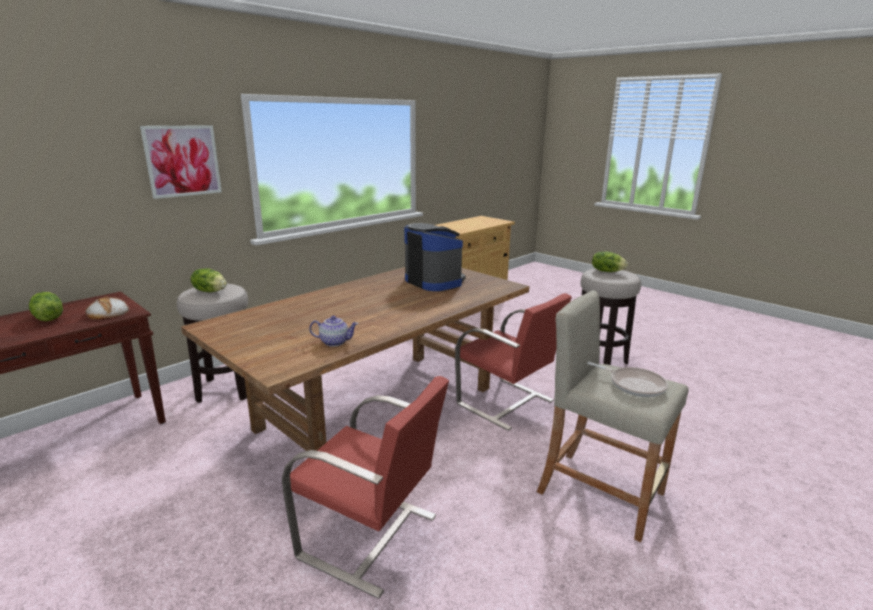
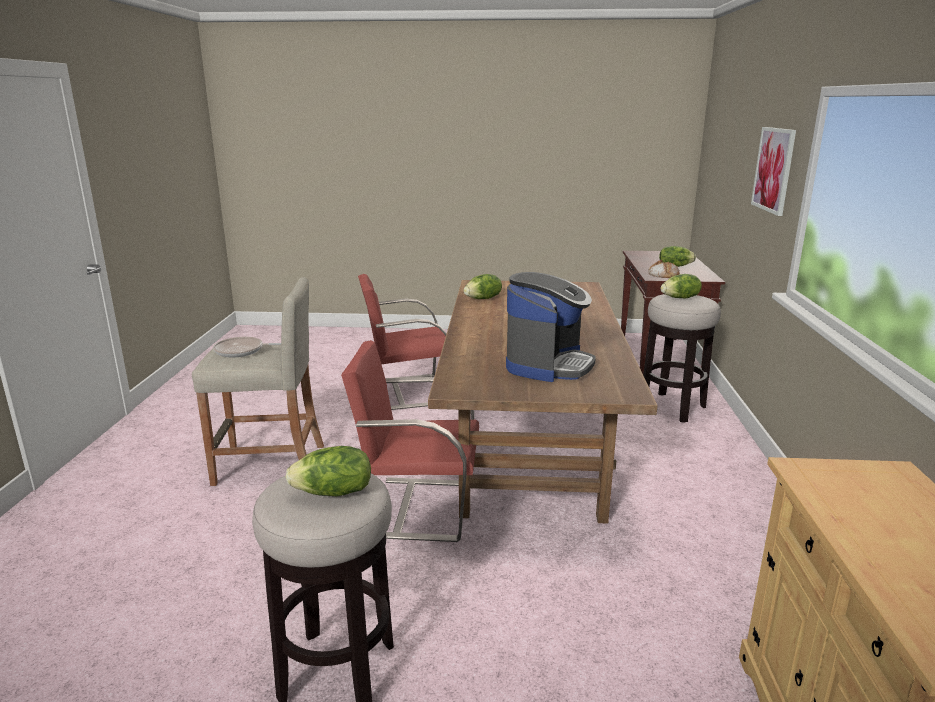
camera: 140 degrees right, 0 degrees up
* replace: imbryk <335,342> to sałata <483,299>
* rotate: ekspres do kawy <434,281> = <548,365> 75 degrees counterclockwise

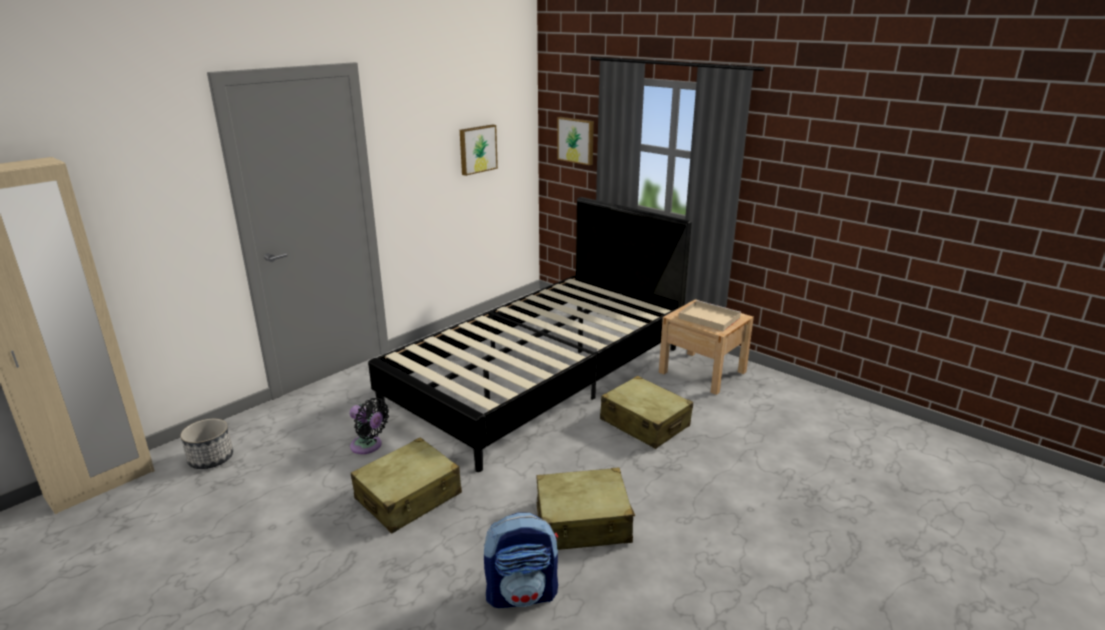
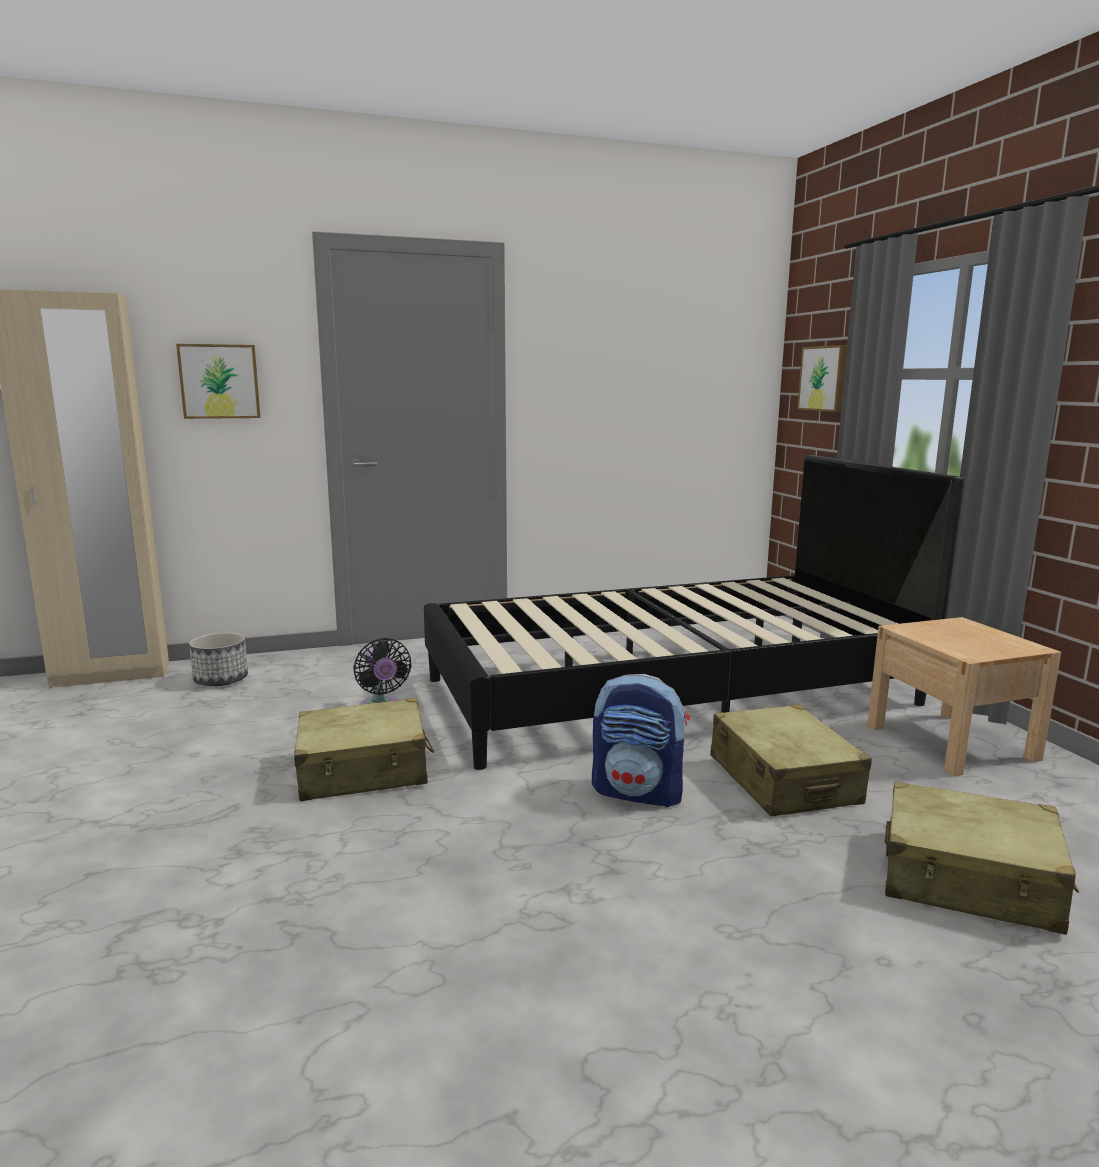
camera: 30 degrees right, 10 degrees down
* delete: taca/beżowy <708,318>
* move: obraz <477,149> to <219,381>
* move: plecak <522,593> to <639,792>
* move: walizka/beżowy <583,522> to <969,880>

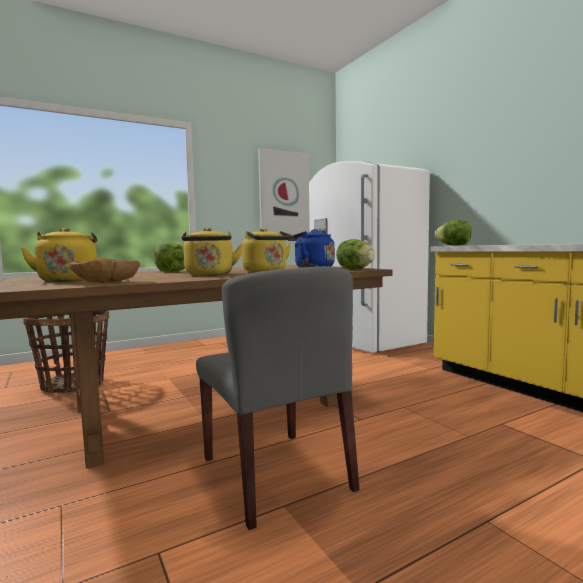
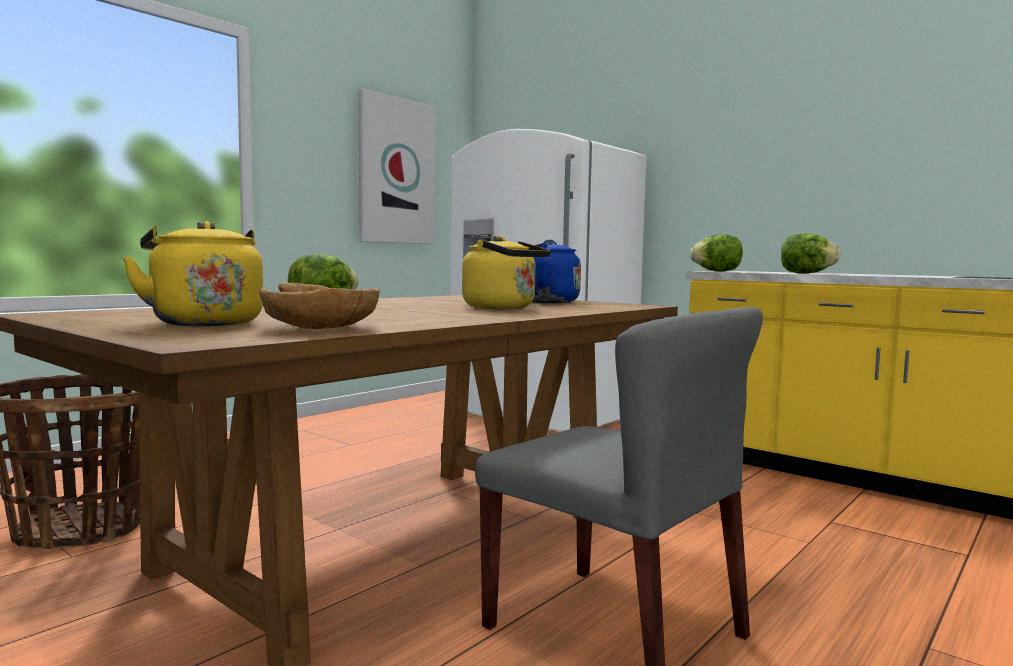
camera: 20 degrees left, 0 degrees up
* delete: czajnik/żółty <210,275>
* move: sałata <355,269> to <806,273>

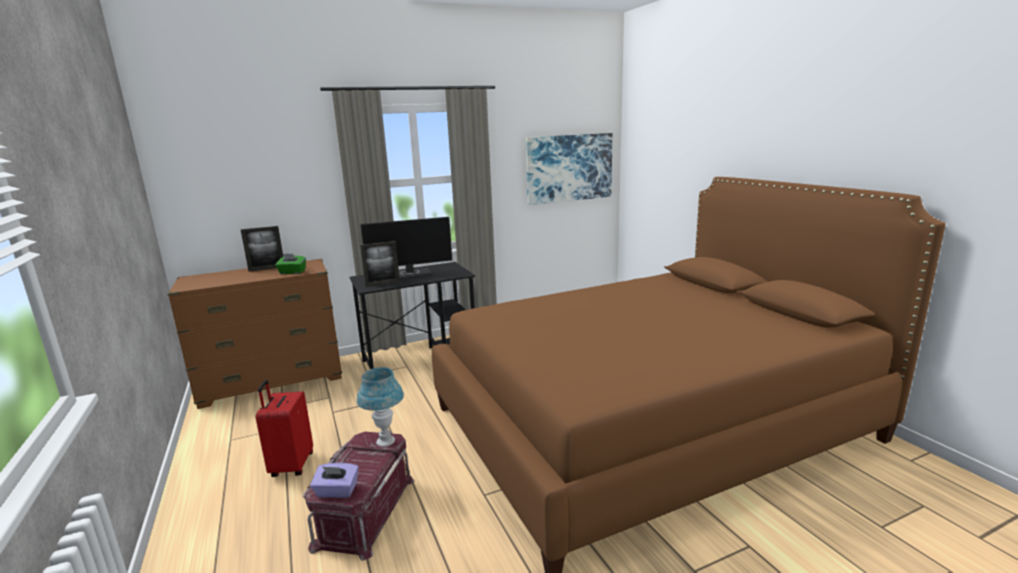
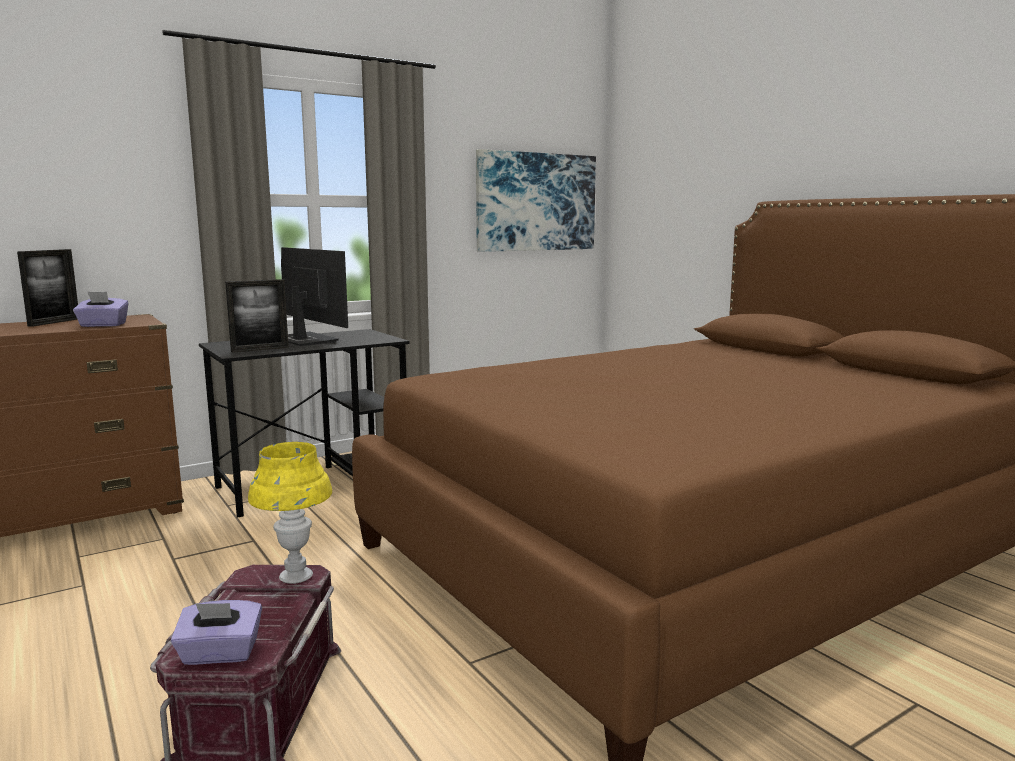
camera: 10 degrees left, 5 degrees down
* delete: walizka/czerwony <291,466>
* recolor: pudełko chusteczek/zielony <292,272> to pudełko chusteczek/fioletowy <103,325>
* recolor: lampa stołowa/niebieski <386,441> to lampa stołowa/żółty <296,576>
* rotate: ramka na zdjęcie <267,269> = <54,322> 45 degrees counterclockwise
* rotate: monitor <411,274> = <304,340> 105 degrees counterclockwise

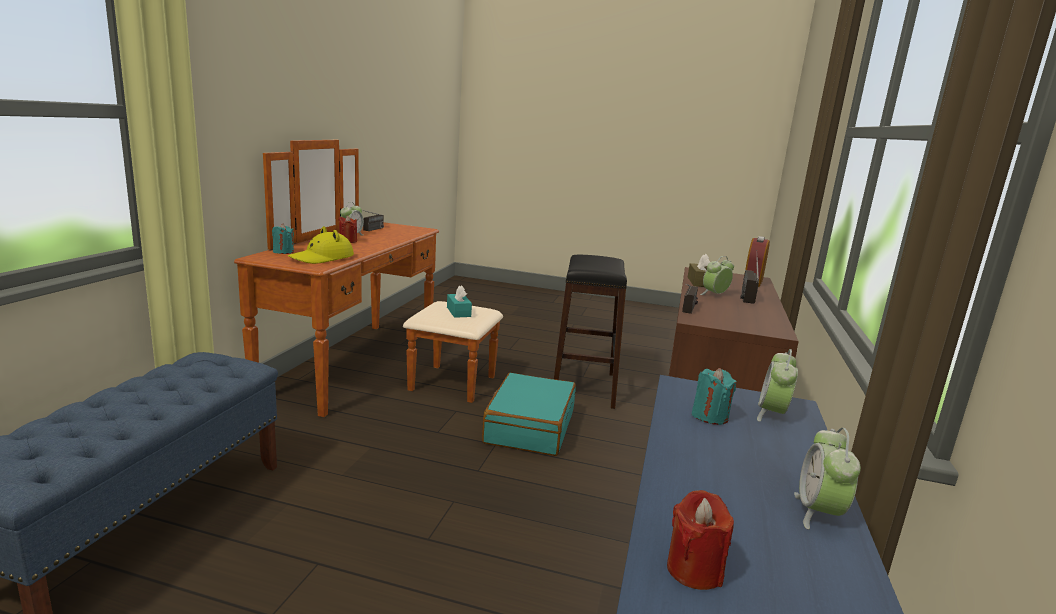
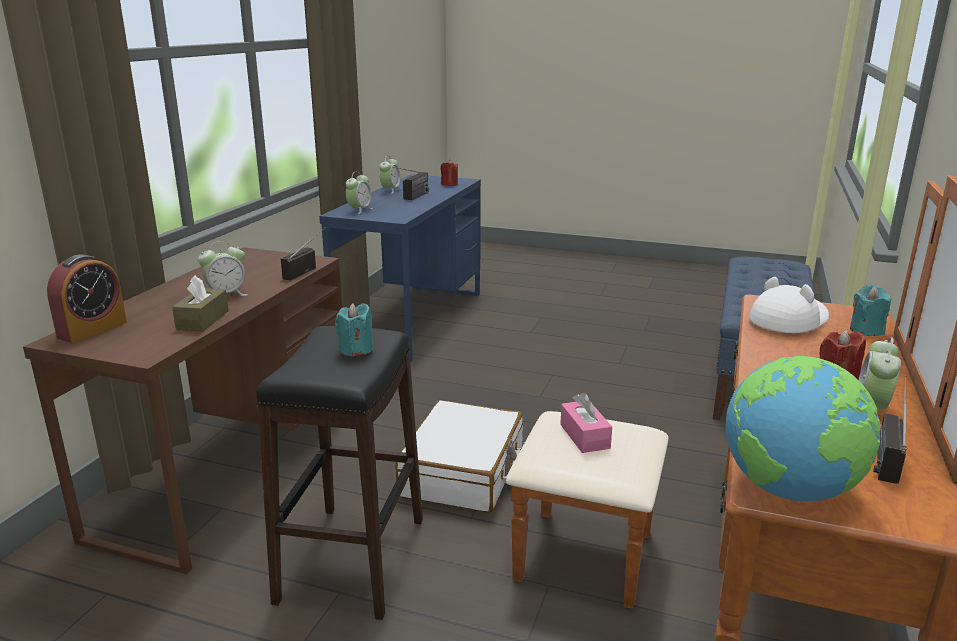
camera: 175 degrees left, 5 degrees up
* insert: globus <790,490>
* move: świeca/turkusowy <710,416> to <356,349>
* move: radio <745,294> to <412,198>
* recolor: kapelusz/żółty <322,258> to kapelusz/biały <789,320>
* recolor: pudełko chusteczek/turkusowy <458,312> to pudełko chusteczek/różowy <584,436>
* recolor: walizka/turkusowy <529,427> to walizka/biały <464,472>

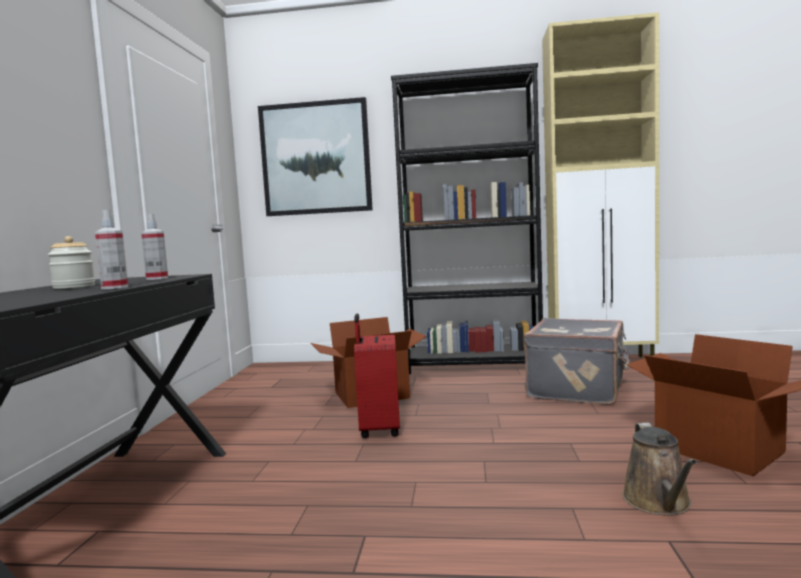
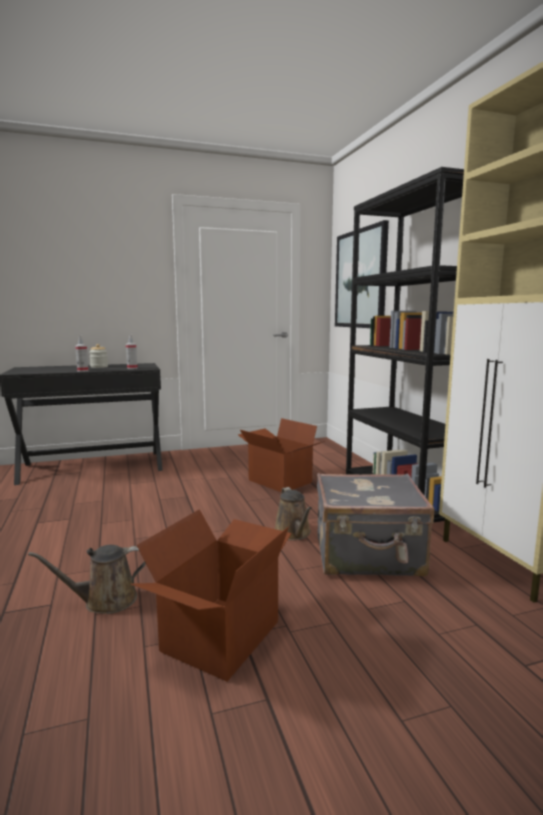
camera: 65 degrees right, 5 degrees up
* delete: walizka/czerwony <378,430>
* insert: konewka/brązowy <293,533>

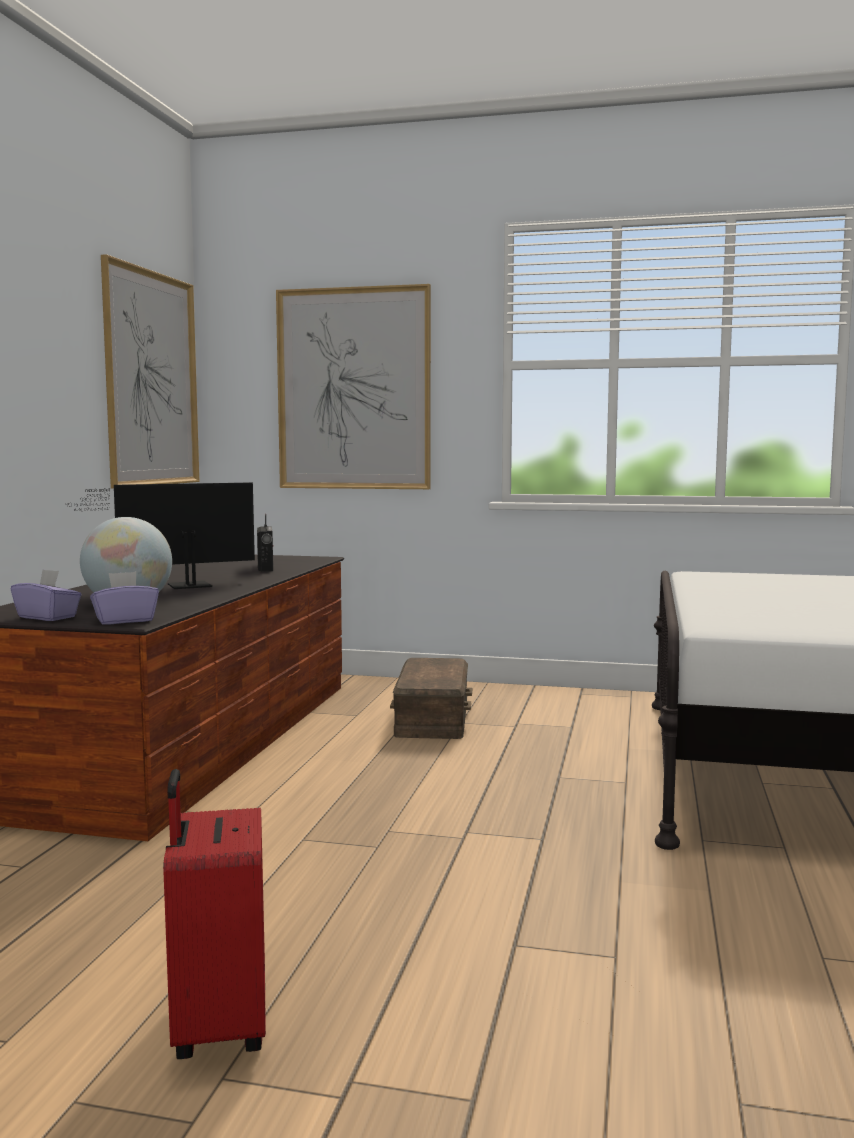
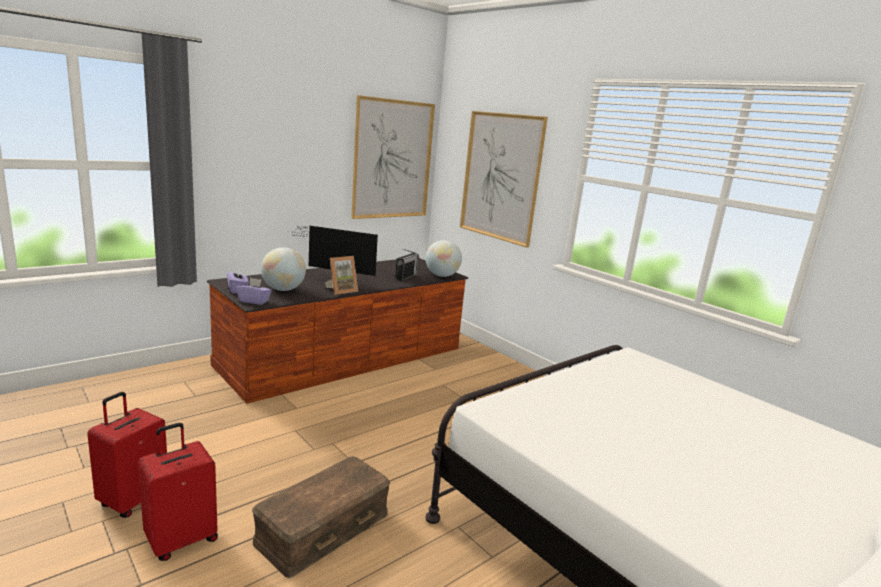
camera: 35 degrees right, 10 degrees up
* insert: walizka/czerwony <181,539>
* insert: ramka na zdjęcie <341,290>
* insert: globus <442,276>
* move: pojemnik do przechowywania/brązowy <431,717> to <322,527>

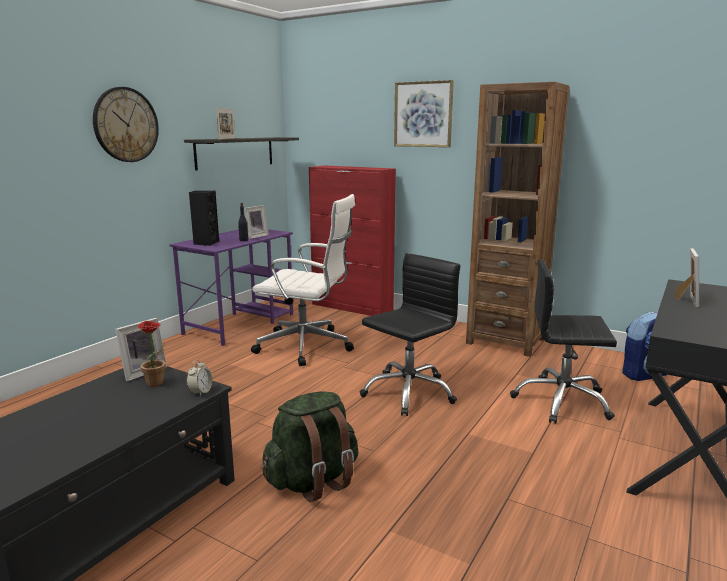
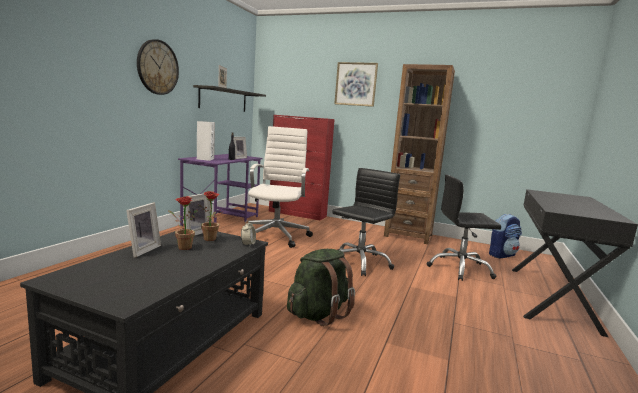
camera: 10 degrees left, 5 degrees down
* insert: roślina doniczkowa <182,247>
* move: ramka na zdjęcie <685,300> to <141,250>
* recolor: głośnik/czarny <206,243> to głośnik/biały <205,159>
* rotate: krzesło biurowe/biały <307,346> = <276,235> 90 degrees counterclockwise

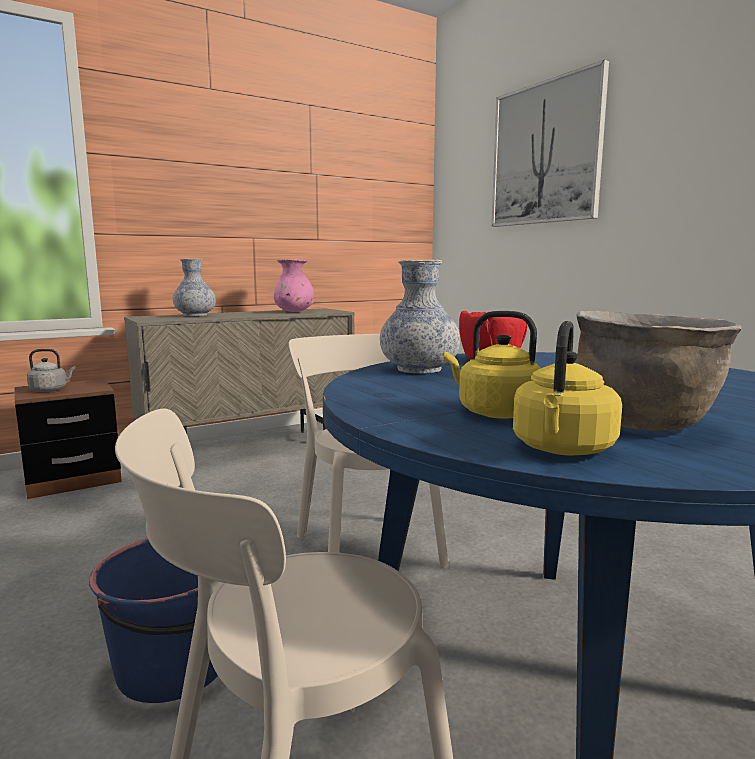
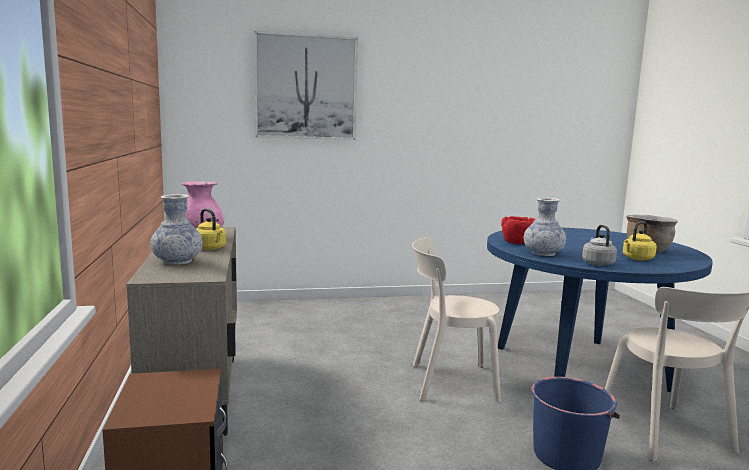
camera: 70 degrees left, 0 degrees up
* move: czajnik/szary <50,390> to <597,263>
* move: czajnik/żółty <562,450> to <211,248>

